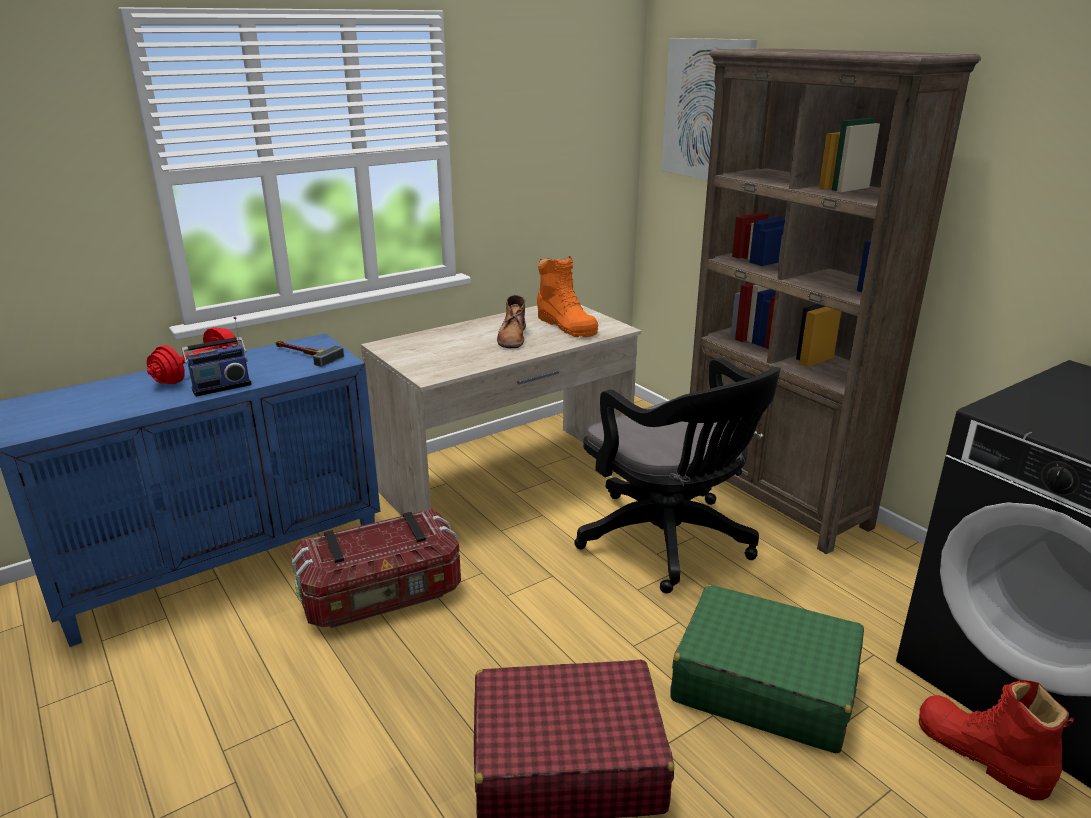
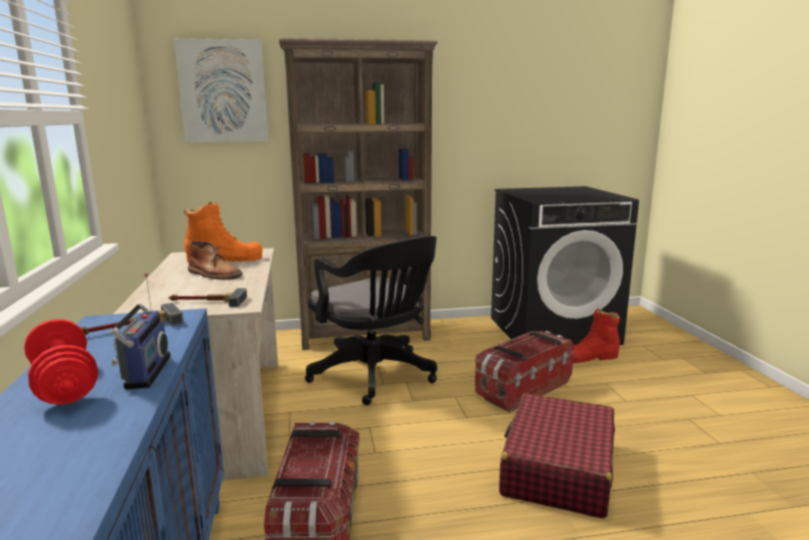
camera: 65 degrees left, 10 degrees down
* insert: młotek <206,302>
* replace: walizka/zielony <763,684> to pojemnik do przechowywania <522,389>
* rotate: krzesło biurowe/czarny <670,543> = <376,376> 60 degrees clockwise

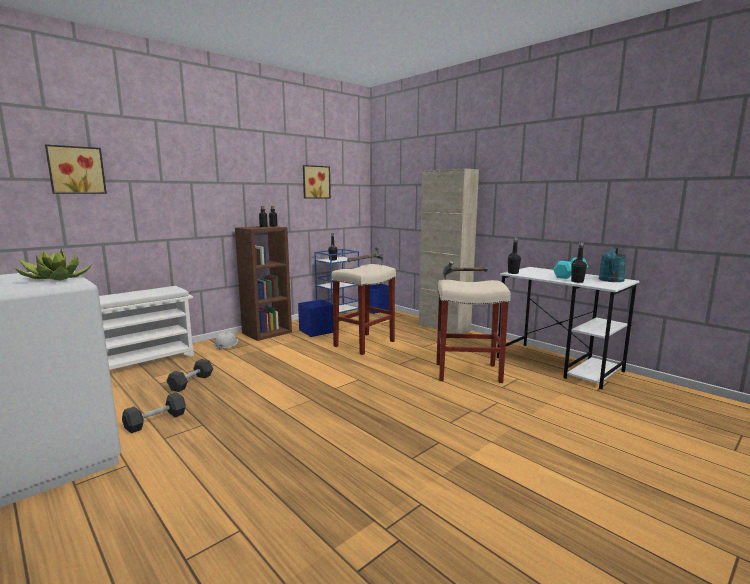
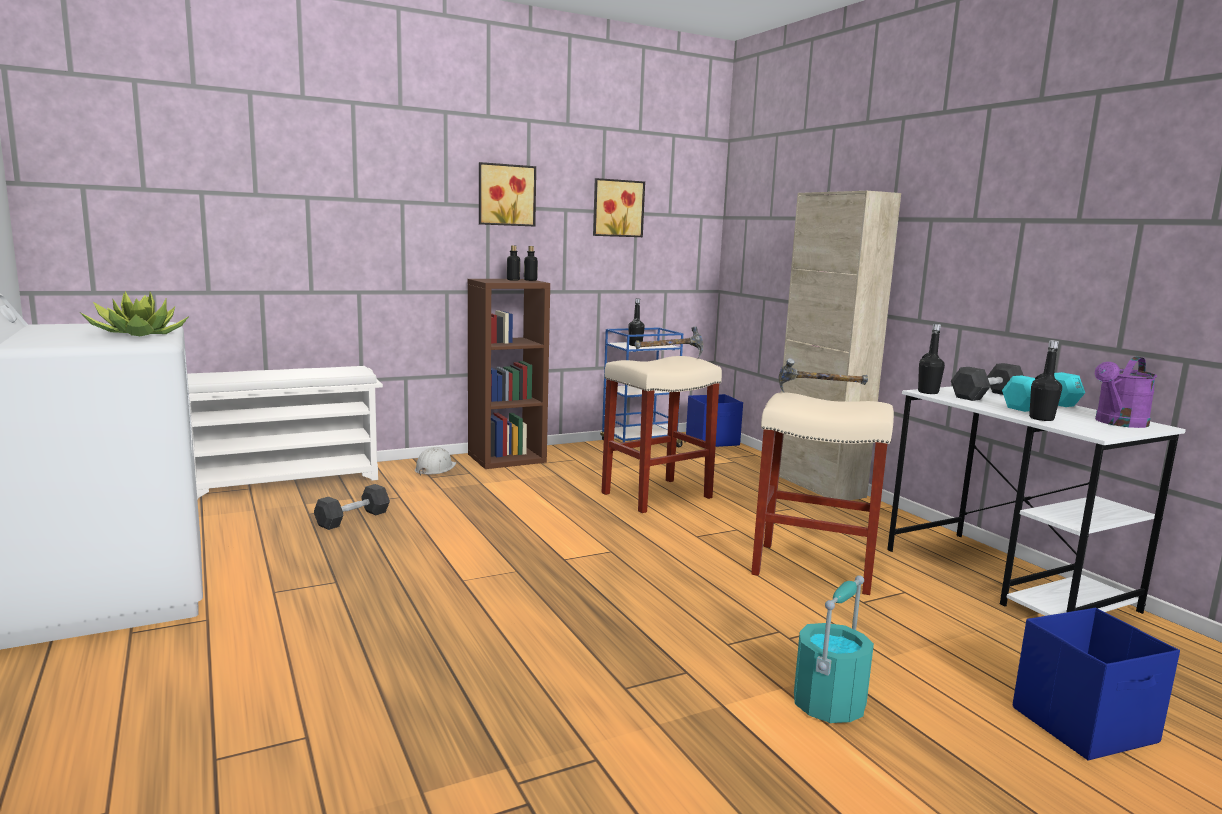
camera: 15 degrees right, 0 degrees up
* insert: wiadro/turkusowy <828,705>
* move: obraz <76,170> to <506,195>
* move: hantel/czarny <156,421> to <986,396>
* move: pojemnik do przechowywania/niebieski <317,331> to <1085,725>
* recolor: konewka/turkusowy <610,280> to konewka/fioletowy <1118,423>

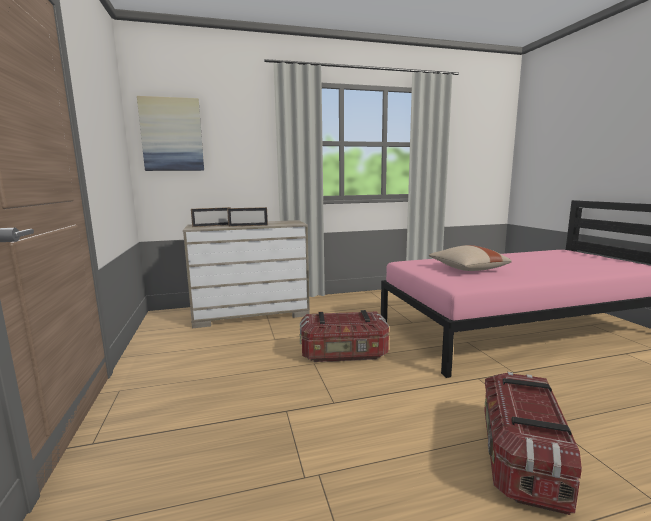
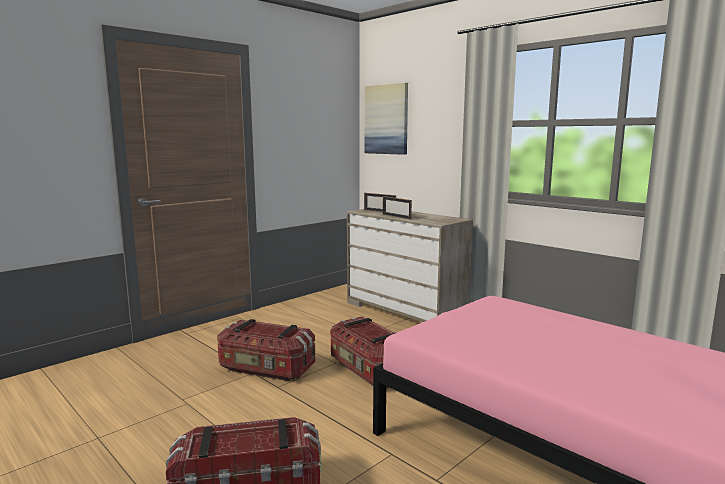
camera: 60 degrees right, 0 degrees up
* delete: poduszka/beżowy <467,269>
* insert: pojemnik do przechowywania <266,369>

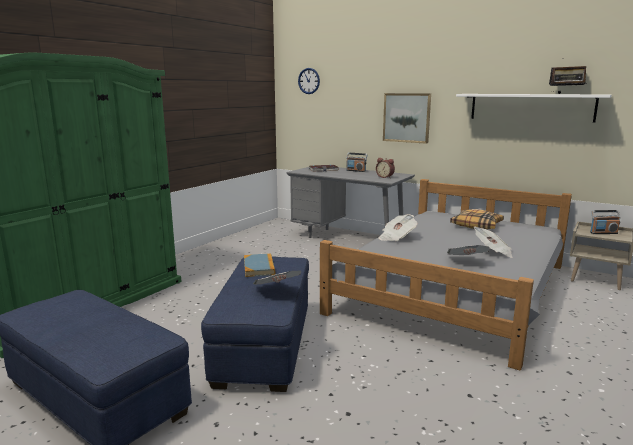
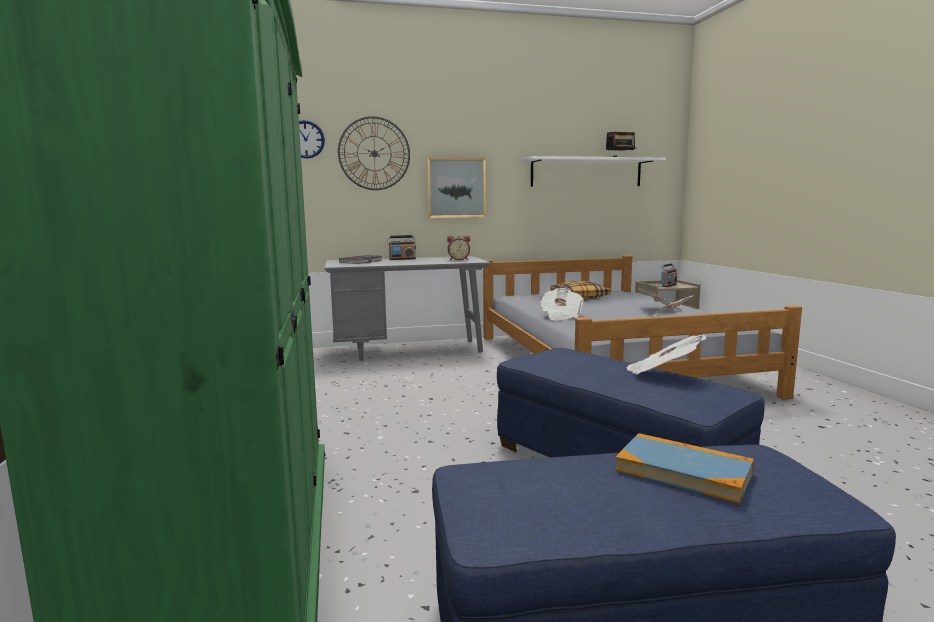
camera: 45 degrees left, 5 degrees down
* insert: zegar ścienny <374,153>
* move: książka <259,267> to <683,471>

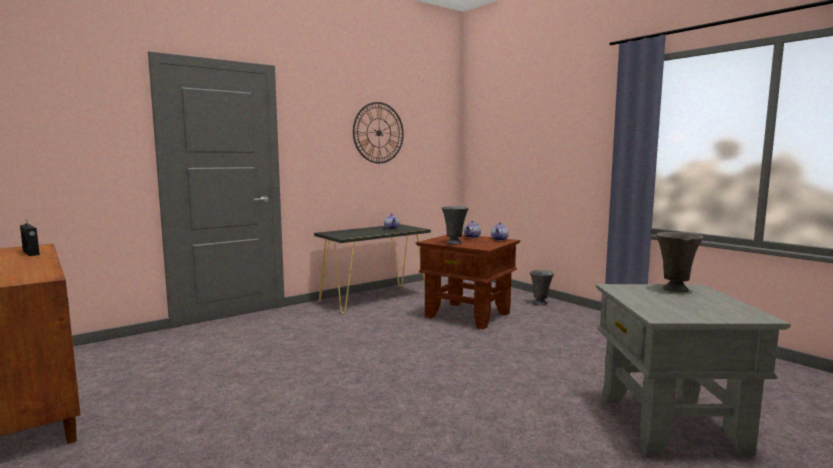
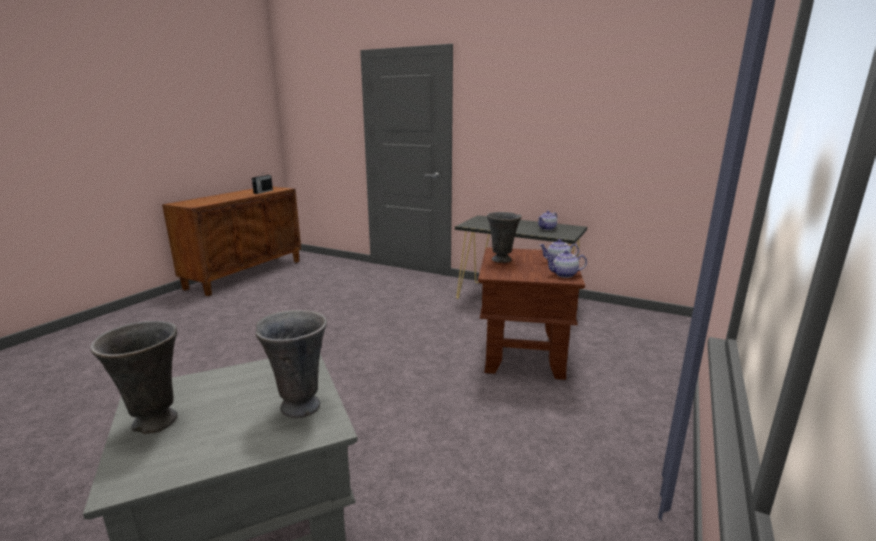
camera: 65 degrees right, 10 degrees up
* delete: zegar ścienny <378,133>
* move: wazon/szary <540,303> to <155,423>

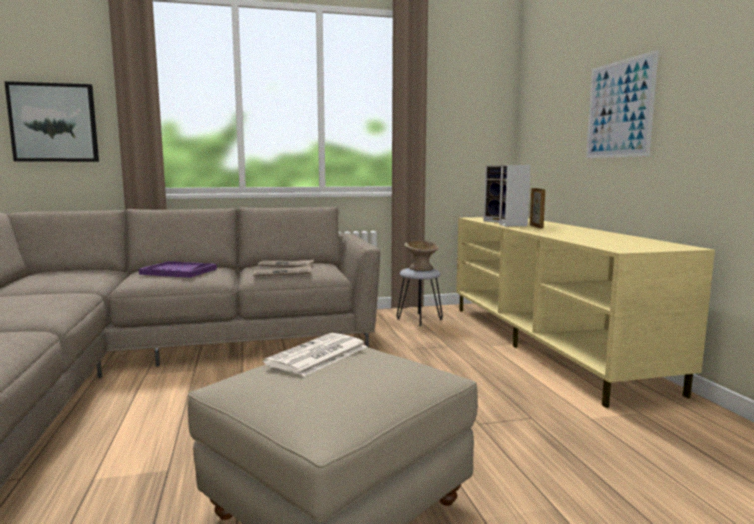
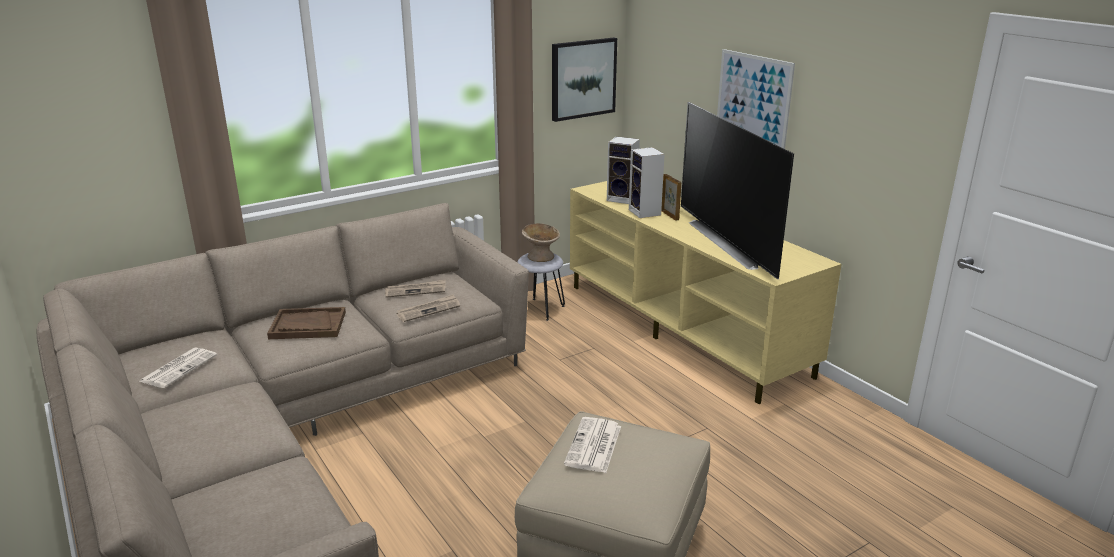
camera: 20 degrees left, 15 degrees up
* insert: gazeta <179,368>
* insert: telewizor <731,242>
* move: obraz <54,123> to <583,78>
* recolor: taca/fioletowy <178,271> to taca/brązowy <307,325>

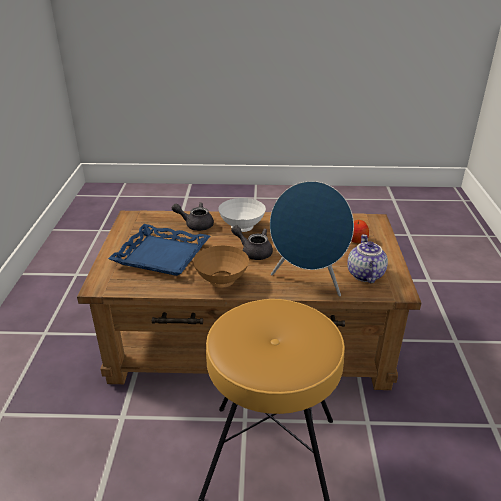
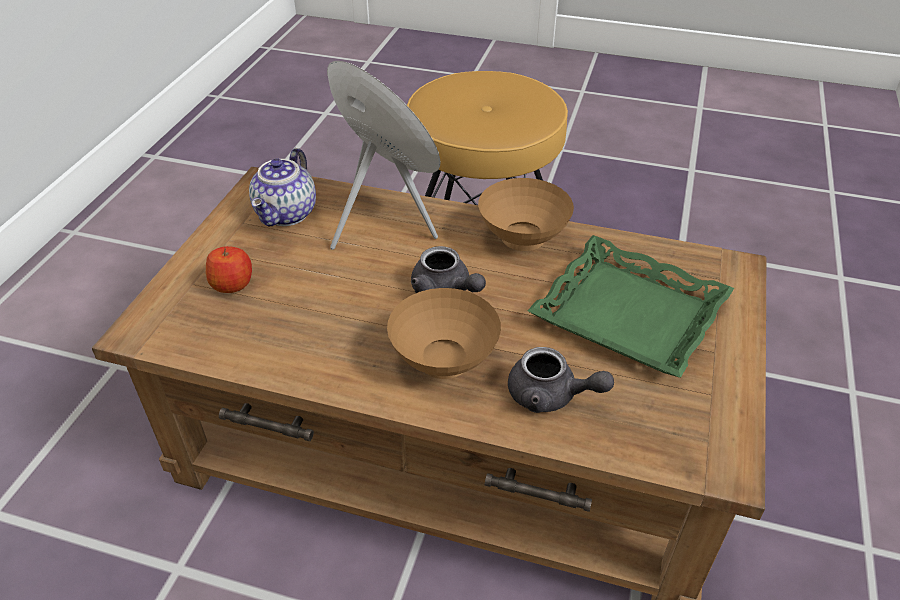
camera: 165 degrees left, 10 degrees up
* recolor: taca/niebieski <162,255> to taca/zielony <628,315>
* recolor: miska/biały <243,228> to miska/brązowy <442,363>

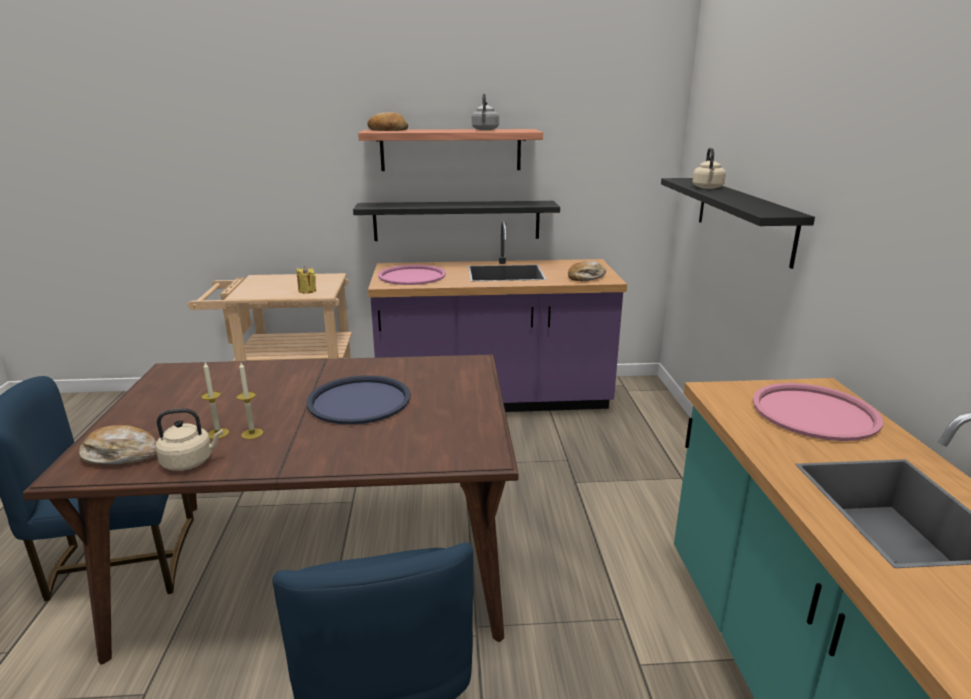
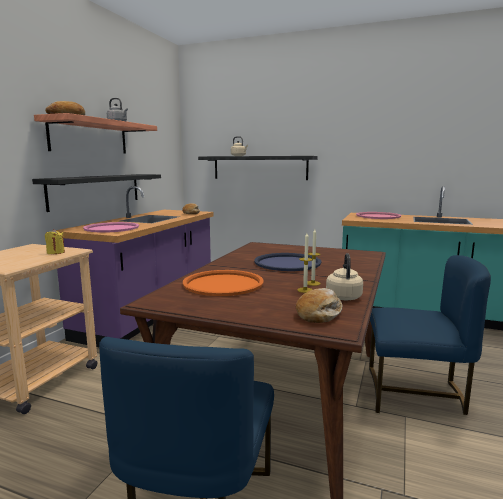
camera: 65 degrees left, 10 degrees down
* insert: taca/pomarańczowy <223,284>

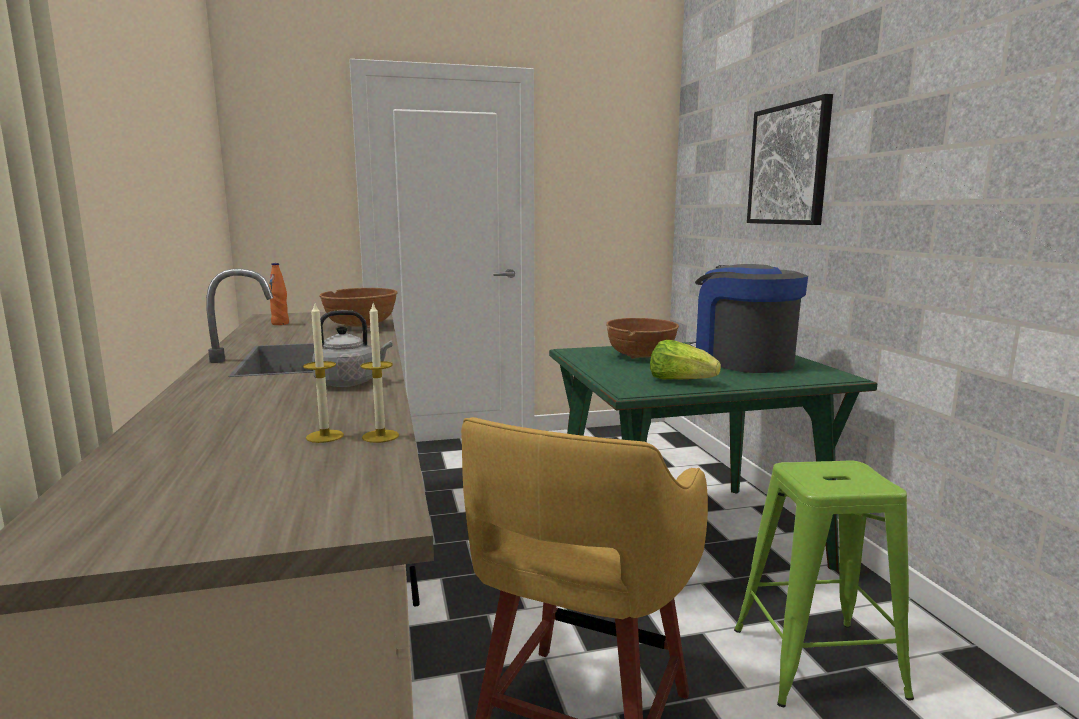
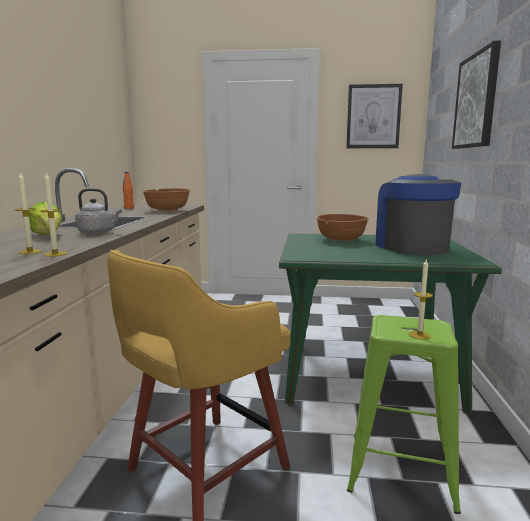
camera: 20 degrees right, 0 degrees up
* insert: obraz <373,116>
* insert: świeca <419,335>
* move: sałata <680,381> to <48,236>

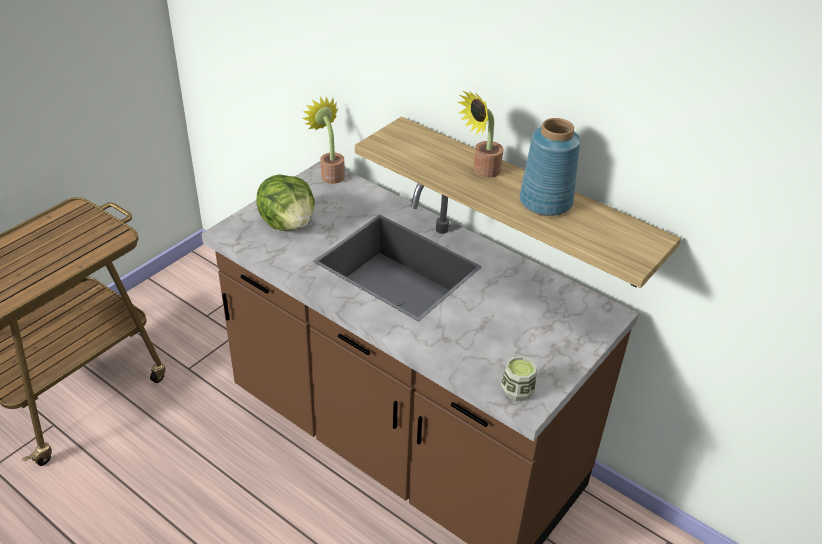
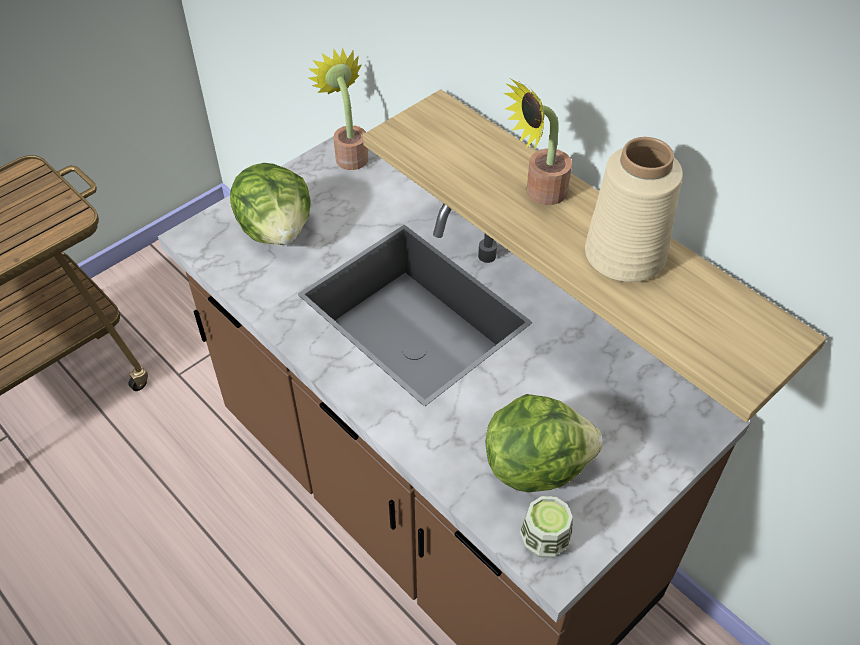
camera: 10 degrees right, 10 degrees up
* insert: sałata <535,465>
* recolor: wazon/niebieski <545,202> to wazon/beżowy <623,256>

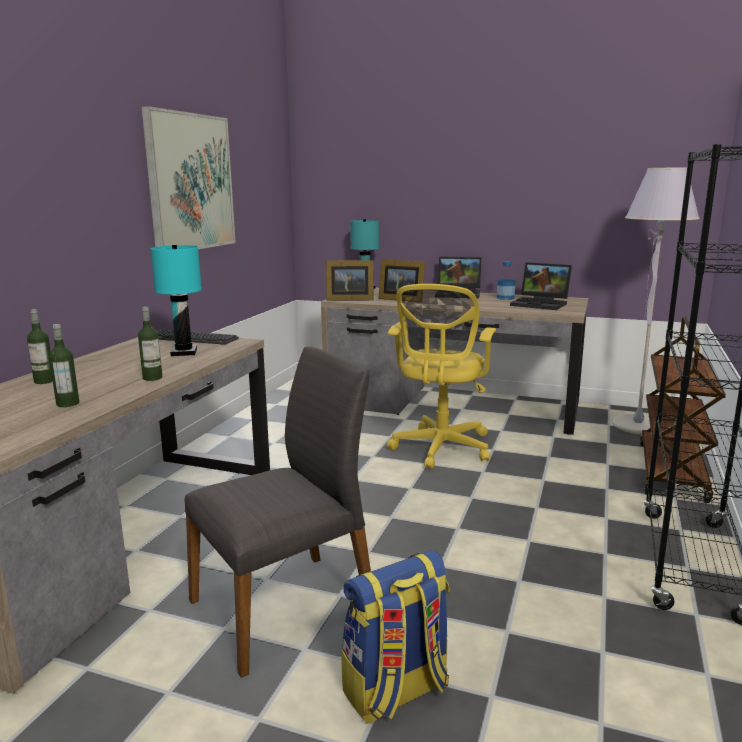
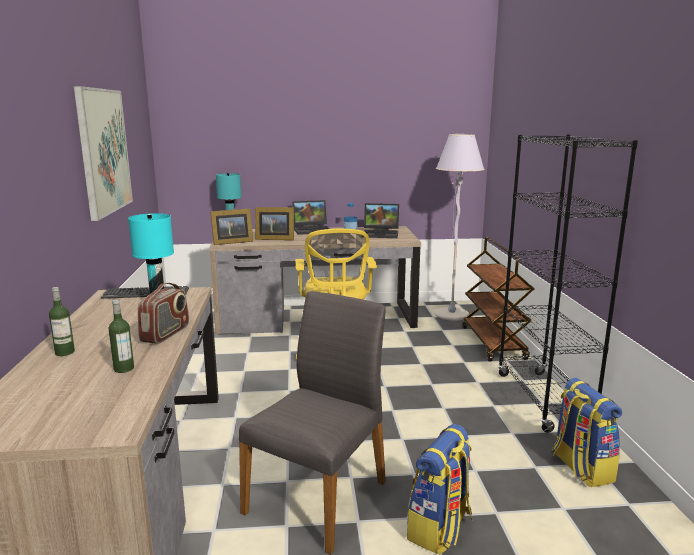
camera: 25 degrees left, 0 degrees up
* insert: plecak <580,468>
* replace: butelka <152,378> to radio <166,334>

